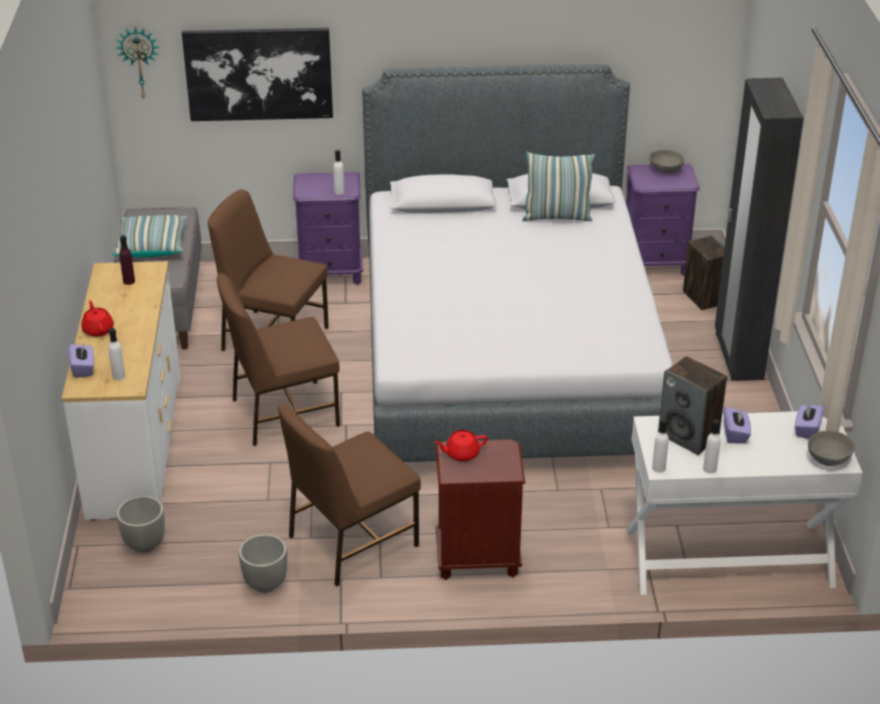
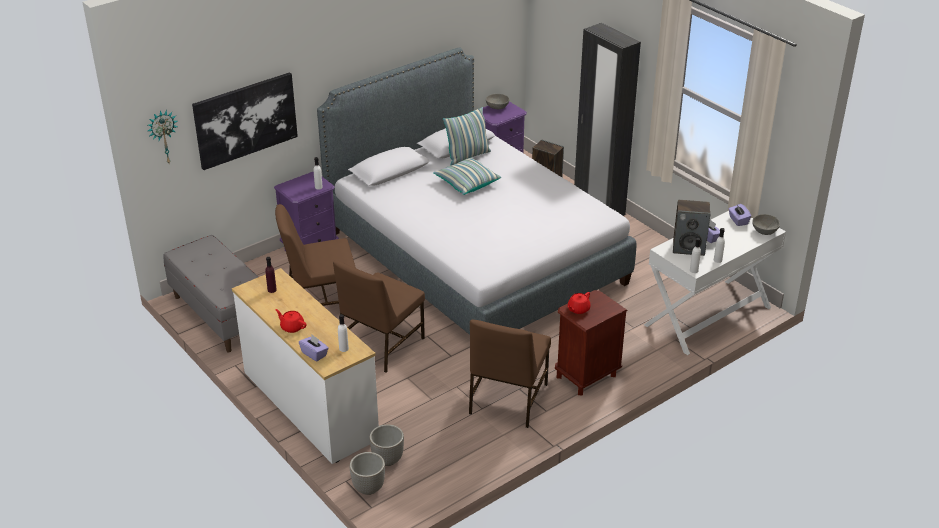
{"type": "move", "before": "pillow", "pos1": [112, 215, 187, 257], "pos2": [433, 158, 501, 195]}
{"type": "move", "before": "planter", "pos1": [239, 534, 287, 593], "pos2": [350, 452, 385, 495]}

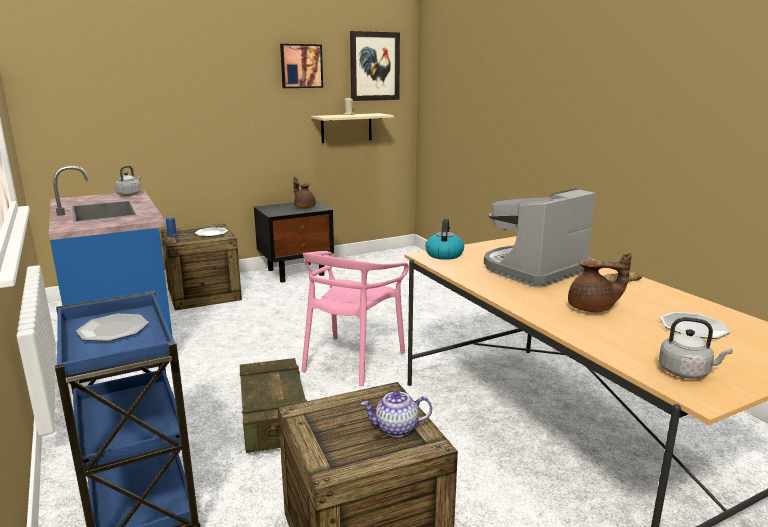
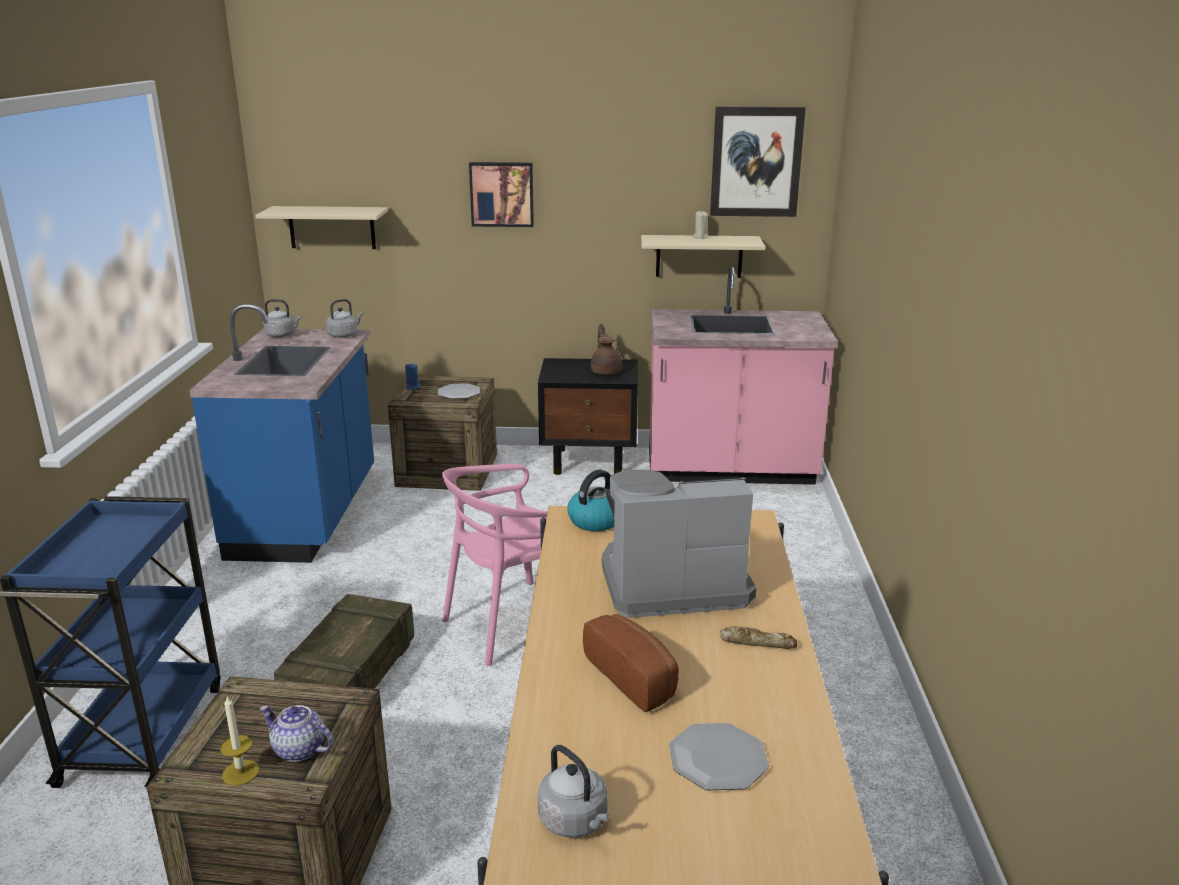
{"type": "delete", "before": "plate", "pos1": [76, 314, 149, 341]}
{"type": "move", "before": "picture", "pos1": [280, 44, 323, 88], "pos2": [469, 162, 534, 227]}
{"type": "replace", "before": "brown teapot", "after": "bread", "pos1": [568, 253, 632, 312], "pos2": [583, 614, 679, 712]}
{"type": "insert", "after": "candle", "pos2": [220, 696, 259, 786]}
{"type": "insert", "after": "beige shelf", "pos2": [255, 206, 388, 249]}
{"type": "insert", "after": "grey kettle", "pos2": [263, 299, 301, 337]}
{"type": "insert", "after": "pink counter", "pos2": [649, 267, 838, 485]}

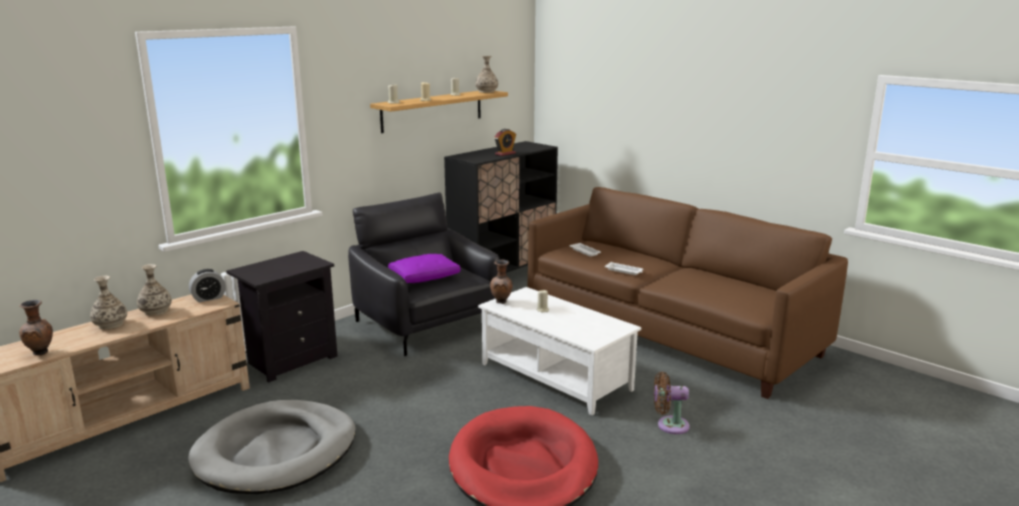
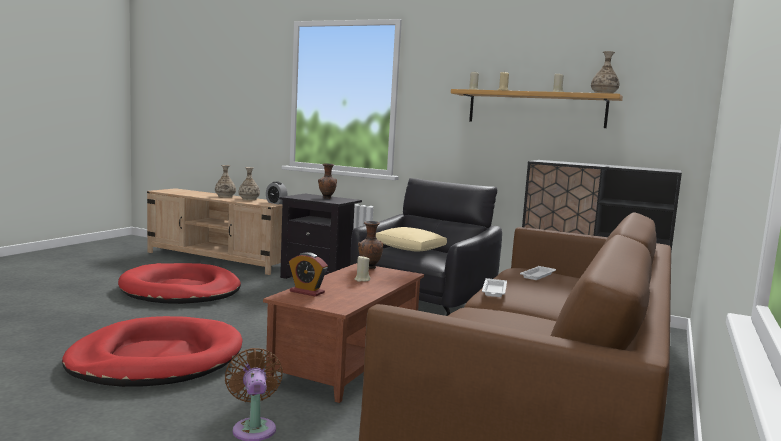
{"type": "move", "before": "brown vase", "pos1": [19, 300, 53, 355], "pos2": [318, 164, 337, 199]}
{"type": "recolor", "before": "grey dog bed", "after": "red dog bed", "pos1": [188, 400, 356, 494], "pos2": [118, 263, 241, 304]}
{"type": "recolor", "before": "purple pillow", "after": "beige pillow", "pos1": [388, 254, 461, 283], "pos2": [376, 227, 447, 252]}
{"type": "recolor", "before": "white coffee table", "after": "brown coffee table", "pos1": [478, 287, 641, 415], "pos2": [263, 263, 424, 403]}
{"type": "move", "before": "alarm clock", "pos1": [494, 129, 516, 156], "pos2": [289, 252, 328, 297]}

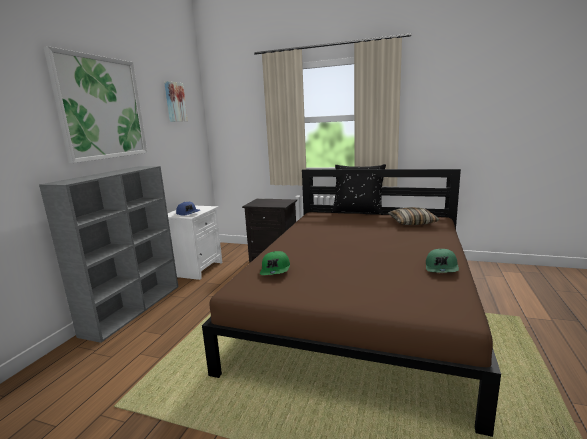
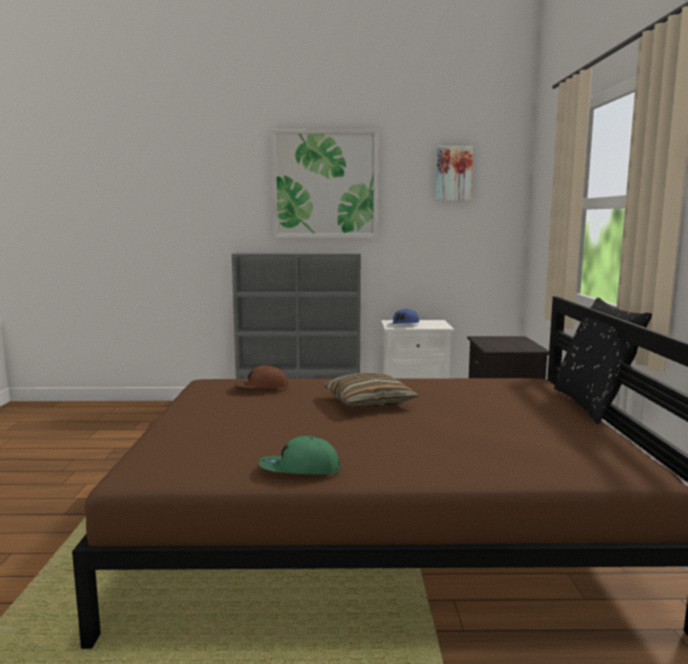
{"type": "recolor", "before": "green cap", "after": "brown cap", "pos1": [260, 251, 290, 275], "pos2": [233, 365, 288, 388]}
{"type": "move", "before": "pillow", "pos1": [388, 207, 440, 225], "pos2": [323, 372, 419, 408]}

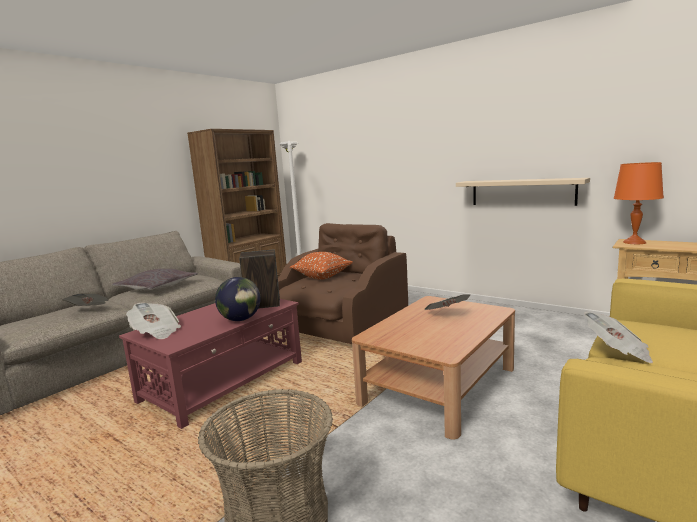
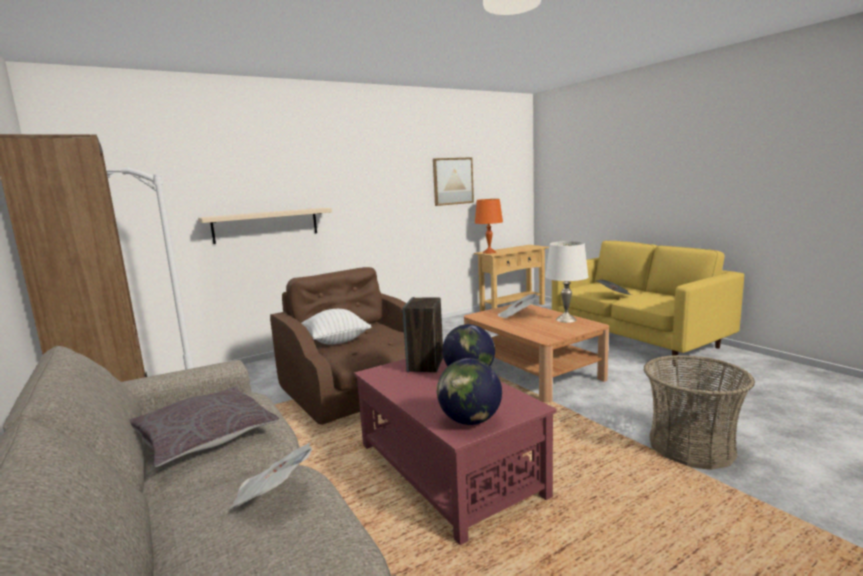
{"type": "replace", "before": "newspaper", "after": "globe", "pos1": [126, 302, 181, 339], "pos2": [437, 358, 502, 425]}
{"type": "recolor", "before": "orange pillow", "after": "white pillow", "pos1": [290, 252, 353, 280], "pos2": [301, 309, 371, 345]}
{"type": "move", "before": "beige shelf", "pos1": [456, 178, 590, 206], "pos2": [198, 208, 332, 244]}
{"type": "insert", "after": "picture", "pos2": [433, 157, 474, 206]}
{"type": "insert", "after": "white table lamp", "pos2": [545, 241, 588, 323]}

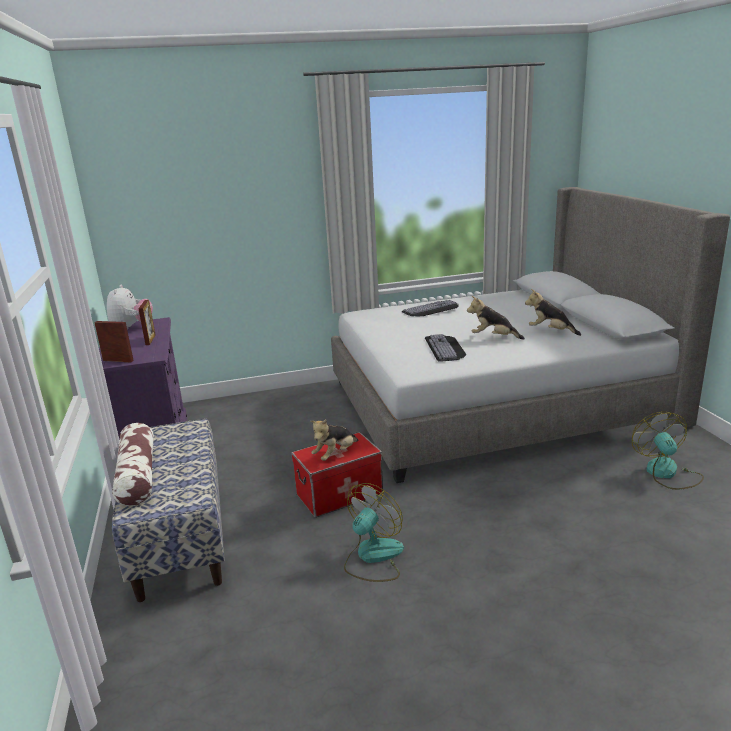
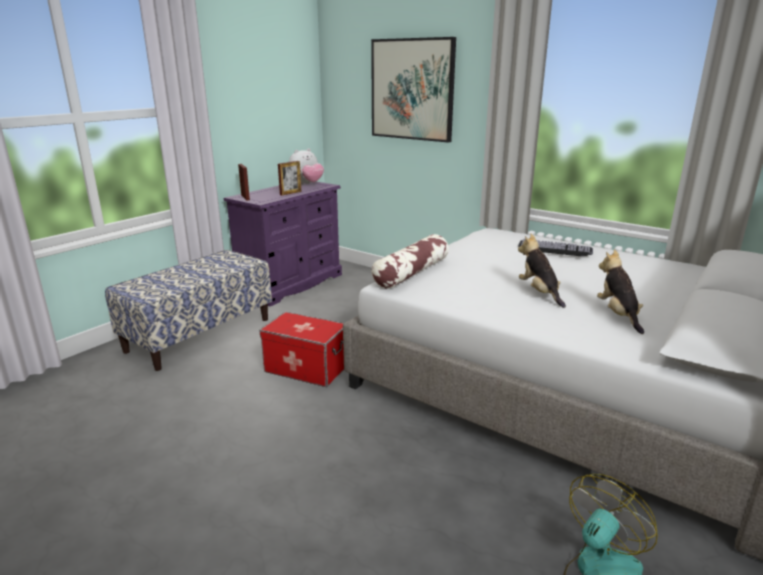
{"type": "move", "before": "pillow", "pos1": [112, 423, 154, 506], "pos2": [372, 234, 449, 289]}
{"type": "delete", "before": "plush toy", "pos1": [310, 419, 358, 461]}
{"type": "delete", "before": "fan", "pos1": [344, 483, 404, 582]}
{"type": "delete", "before": "keyboard", "pos1": [425, 334, 466, 362]}
{"type": "insert", "after": "picture", "pos2": [371, 37, 456, 143]}

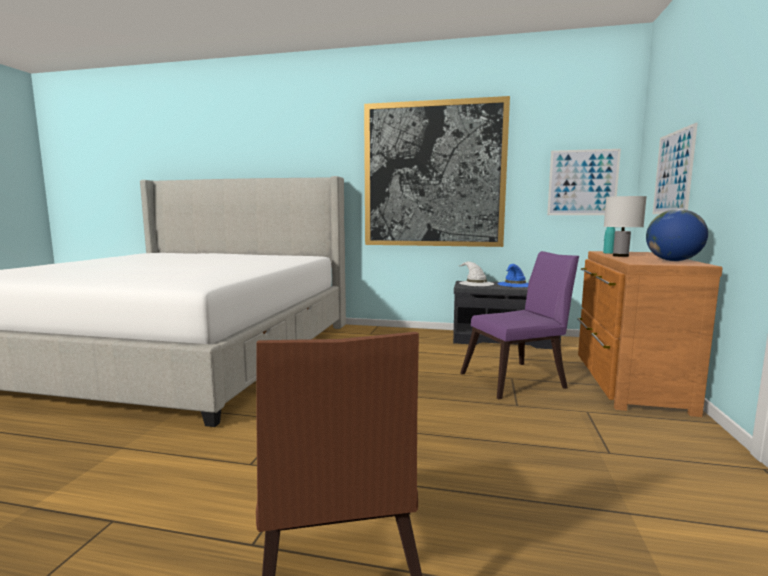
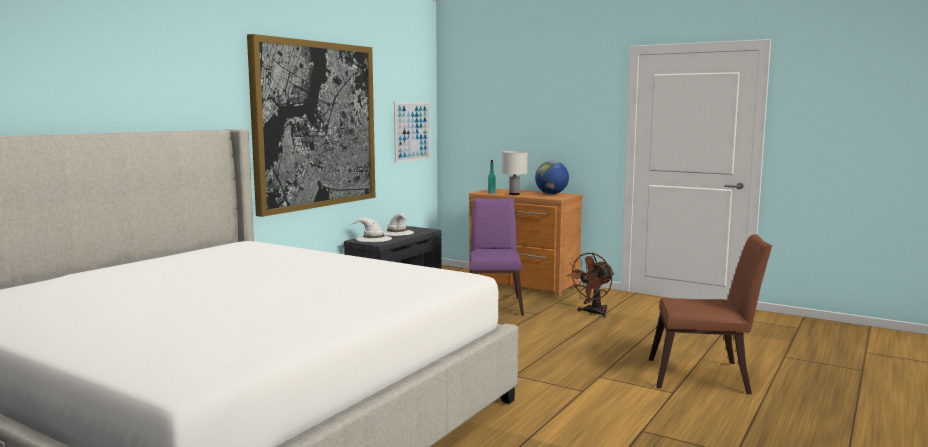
{"type": "recolor", "before": "blue hat", "after": "white hat", "pos1": [497, 264, 529, 287], "pos2": [383, 213, 414, 236]}
{"type": "delete", "before": "picture", "pos1": [653, 123, 698, 214]}
{"type": "insert", "after": "brown fan", "pos2": [566, 253, 614, 318]}

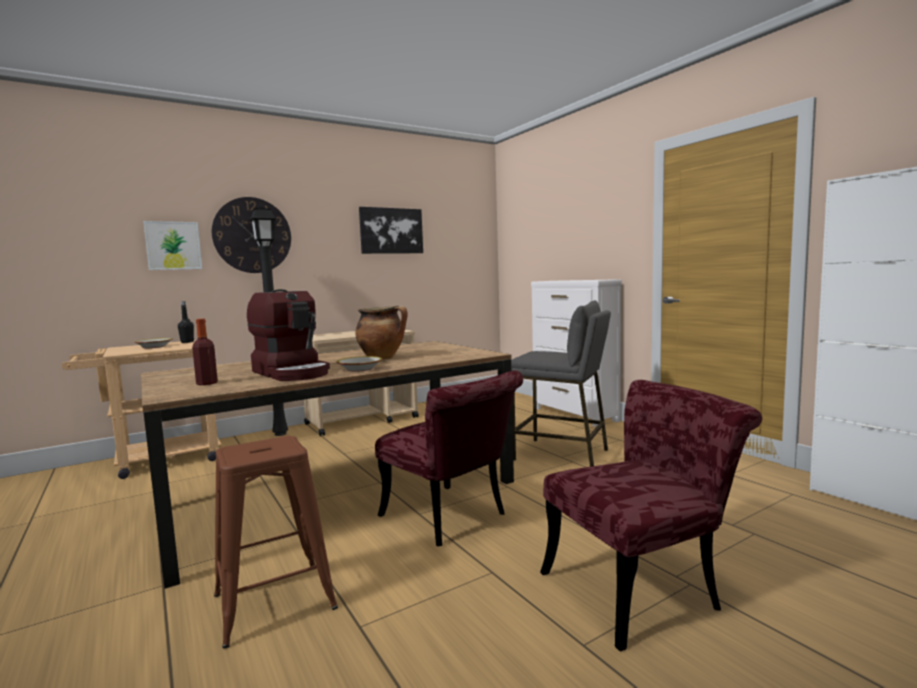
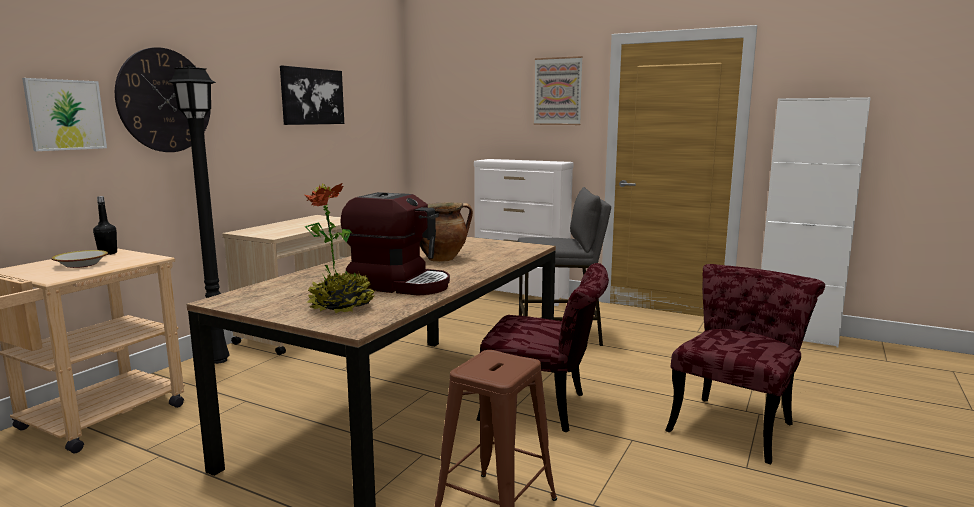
{"type": "replace", "before": "bottle", "after": "potted plant", "pos1": [192, 319, 218, 385], "pos2": [304, 183, 376, 313]}
{"type": "delete", "before": "bowl", "pos1": [336, 356, 382, 372]}
{"type": "insert", "after": "picture", "pos2": [534, 56, 583, 125]}

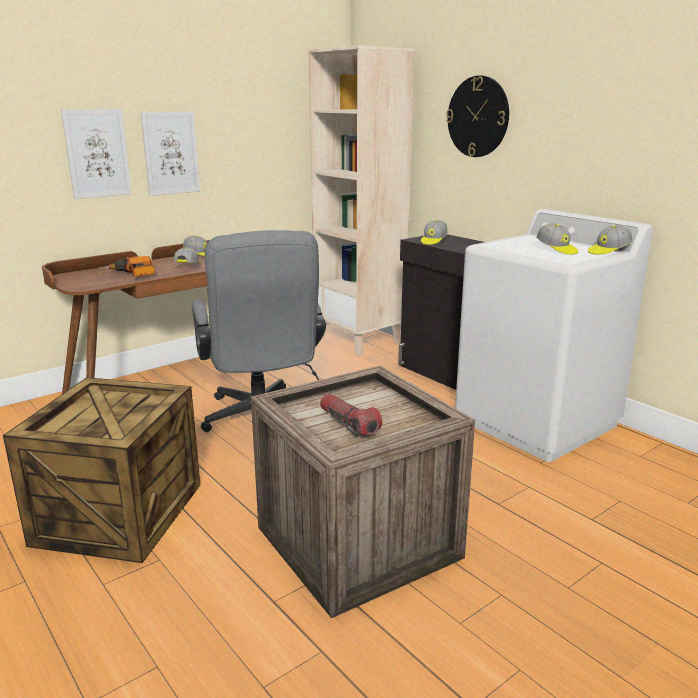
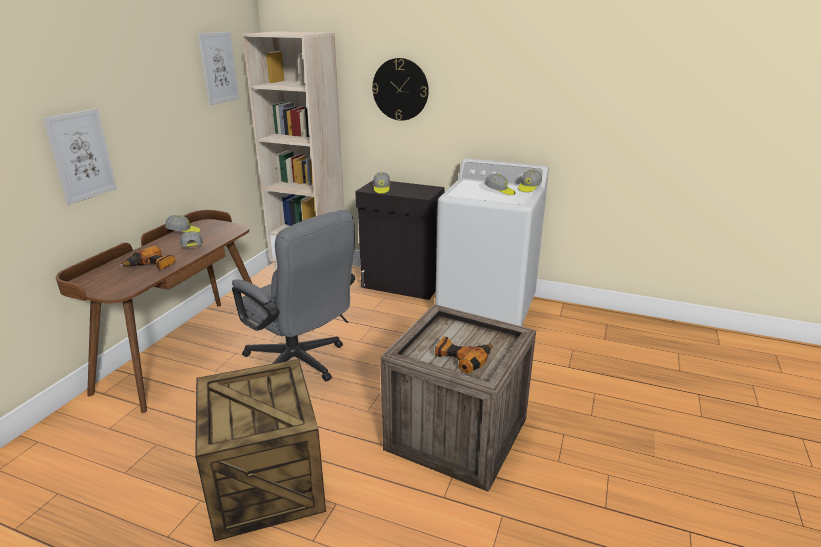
{"type": "move", "before": "picture", "pos1": [141, 112, 200, 196], "pos2": [198, 32, 239, 105]}
{"type": "replace", "before": "flashlight", "after": "power drill", "pos1": [320, 394, 382, 437], "pos2": [435, 336, 497, 374]}

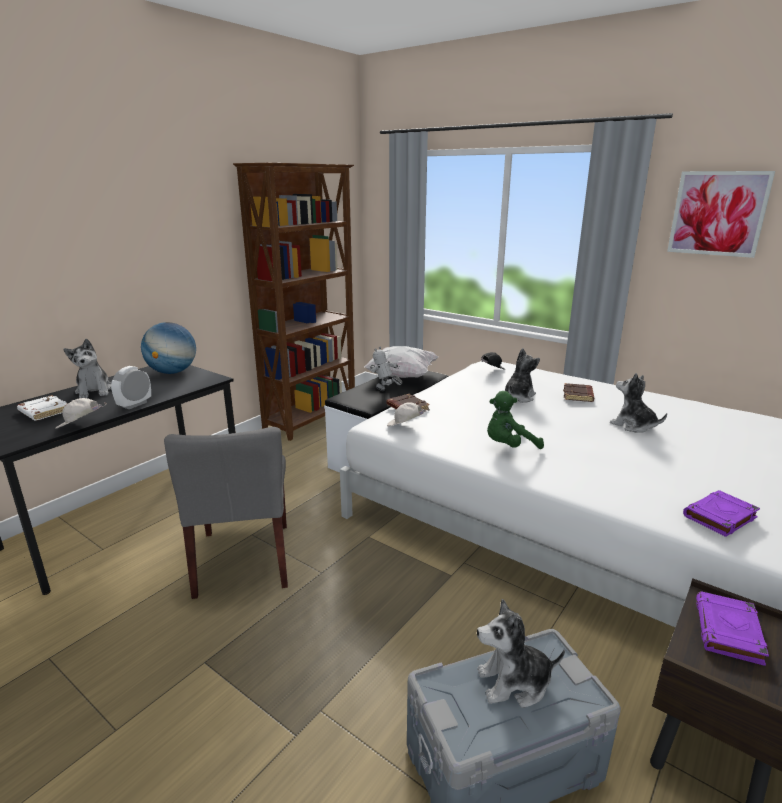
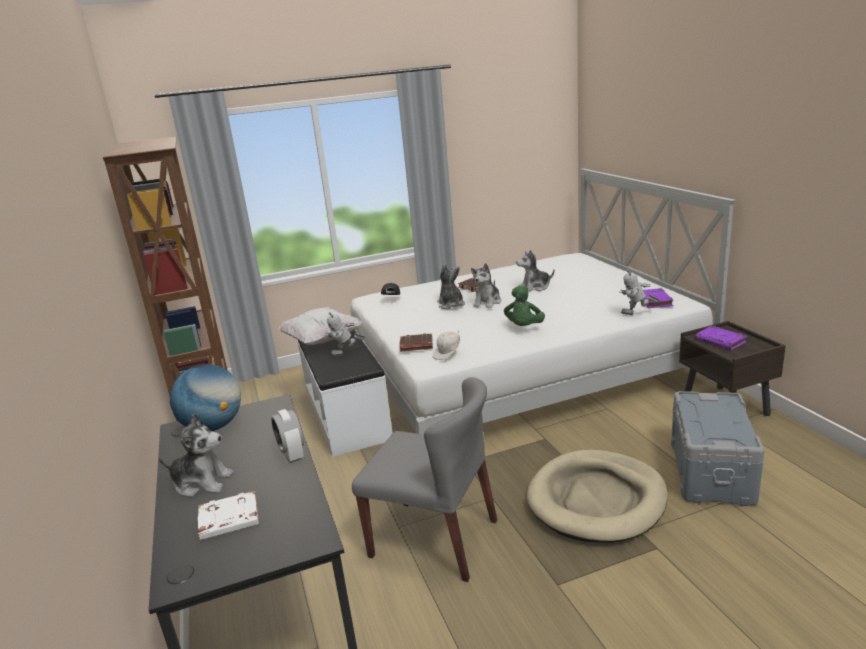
{"type": "delete", "before": "white cap", "pos1": [55, 398, 107, 429]}
{"type": "move", "before": "plush toy", "pos1": [477, 599, 565, 708], "pos2": [471, 263, 501, 308]}
{"type": "delete", "before": "picture", "pos1": [667, 171, 775, 258]}
{"type": "insert", "after": "beige dog bed", "pos2": [527, 450, 668, 543]}
{"type": "insert", "after": "toy robot", "pos2": [619, 270, 659, 315]}

